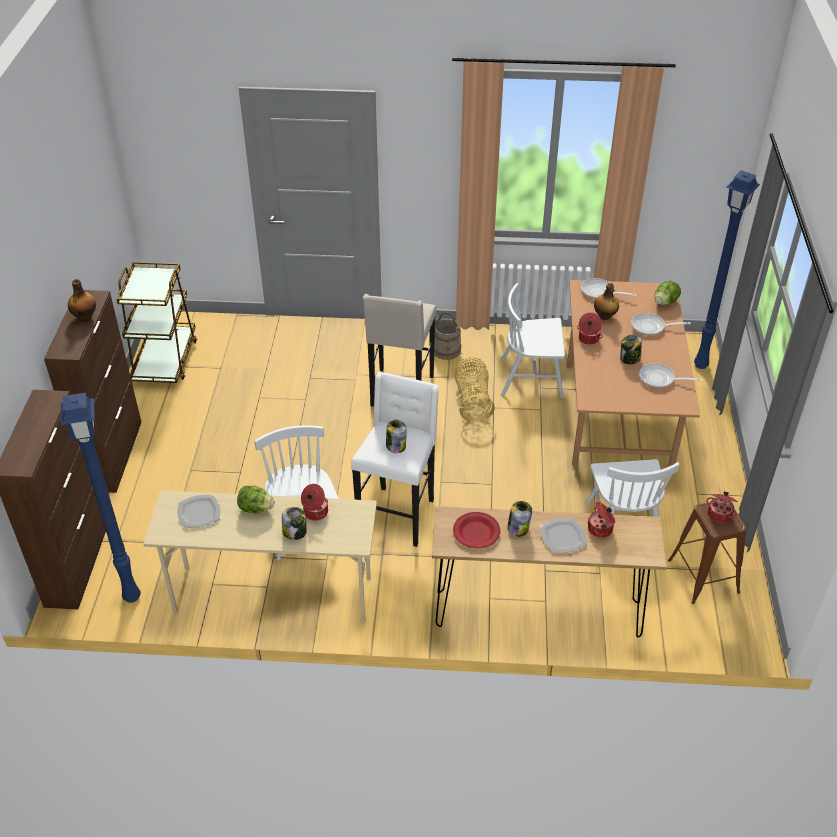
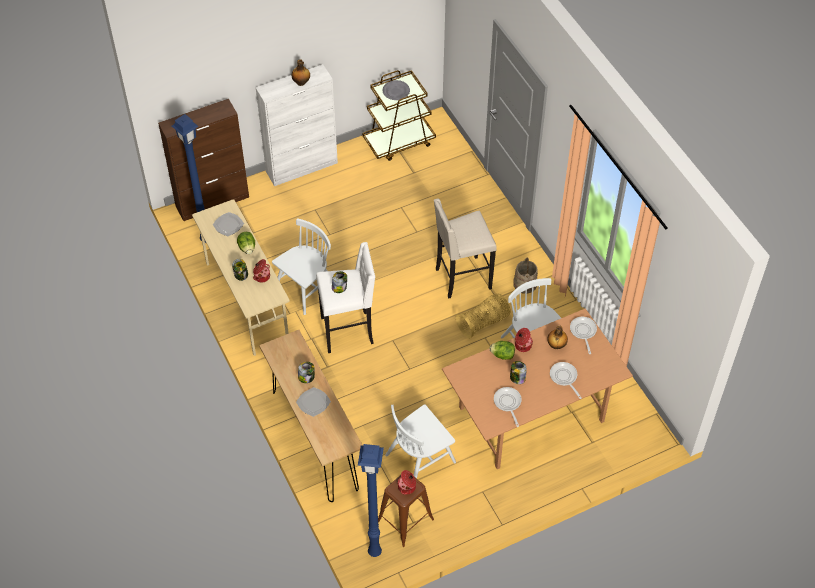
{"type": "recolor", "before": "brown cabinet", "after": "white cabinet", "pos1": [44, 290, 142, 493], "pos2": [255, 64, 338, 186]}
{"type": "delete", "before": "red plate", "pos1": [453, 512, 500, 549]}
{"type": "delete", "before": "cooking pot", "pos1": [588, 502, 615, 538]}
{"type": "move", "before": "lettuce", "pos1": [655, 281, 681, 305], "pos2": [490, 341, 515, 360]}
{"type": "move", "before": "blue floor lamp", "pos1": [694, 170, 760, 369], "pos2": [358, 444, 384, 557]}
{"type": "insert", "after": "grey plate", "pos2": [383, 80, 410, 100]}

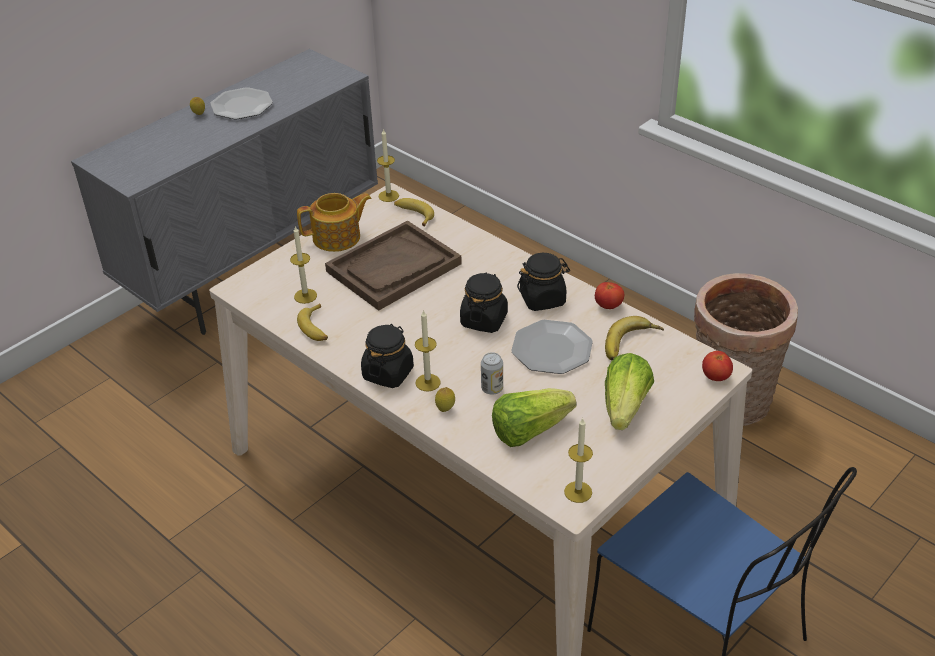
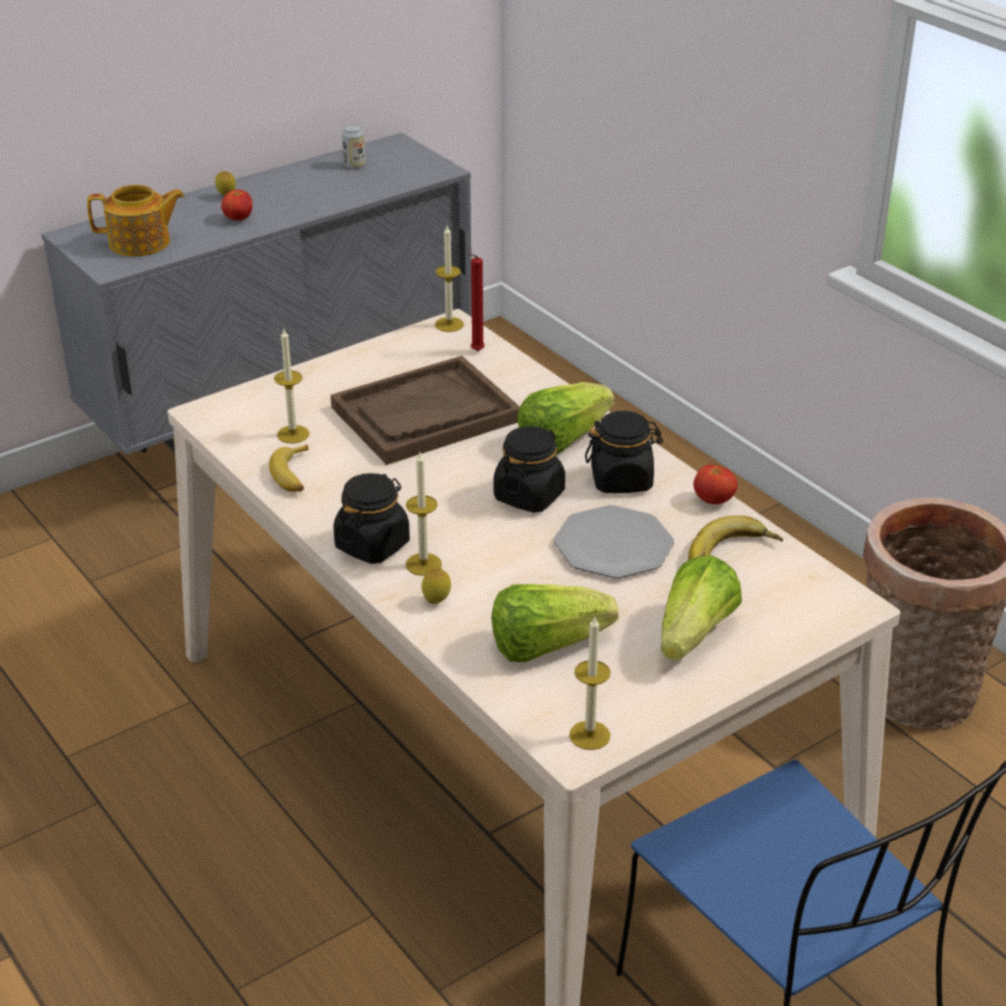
{"type": "delete", "before": "plate", "pos1": [210, 87, 273, 119]}
{"type": "move", "before": "teapot", "pos1": [297, 193, 371, 252], "pos2": [87, 185, 185, 257]}
{"type": "replace", "before": "banana", "after": "red candle", "pos1": [394, 198, 434, 226], "pos2": [469, 253, 485, 351]}
{"type": "move", "before": "can", "pos1": [481, 352, 503, 395], "pos2": [342, 124, 365, 169]}
{"type": "move", "before": "tomato", "pos1": [702, 351, 733, 381], "pos2": [221, 189, 252, 220]}
{"type": "insert", "after": "lettuce", "pos2": [518, 382, 614, 454]}

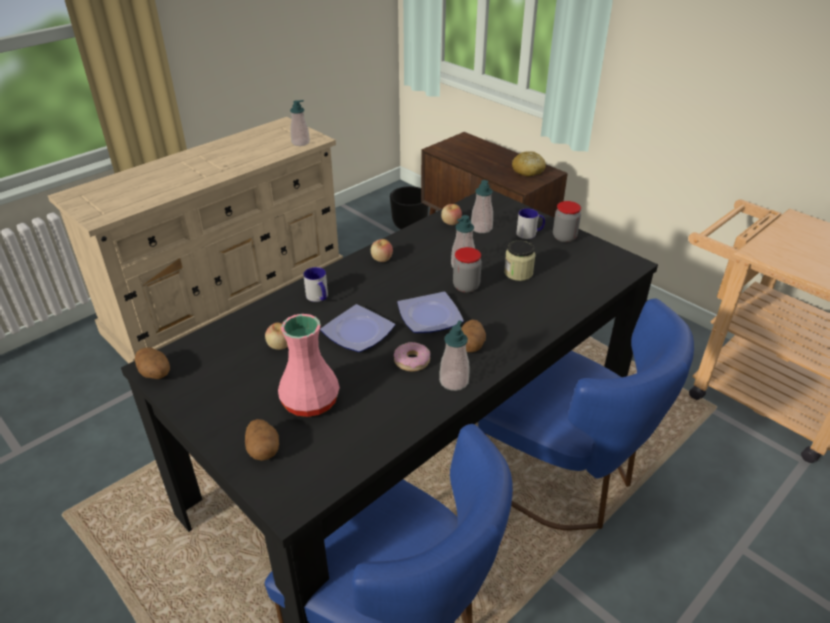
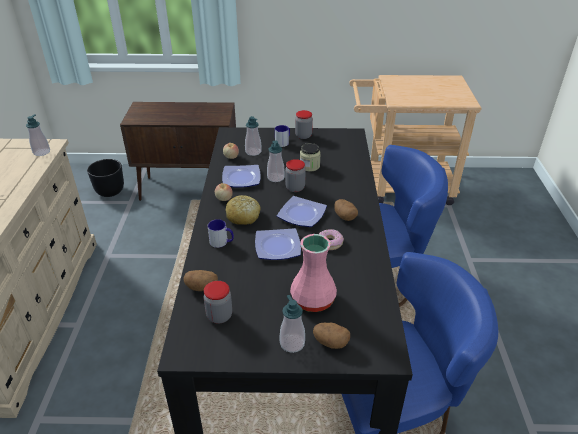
{"type": "move", "before": "potato", "pos1": [135, 347, 170, 379], "pos2": [183, 270, 218, 291]}
{"type": "delete", "before": "apple", "pos1": [265, 323, 288, 350]}
{"type": "move", "before": "soap dispenser", "pos1": [439, 321, 470, 391], "pos2": [280, 295, 305, 353]}
{"type": "move", "before": "bread", "pos1": [512, 151, 546, 176], "pos2": [225, 195, 261, 225]}
{"type": "insert", "after": "jar", "pos2": [204, 281, 232, 324]}
{"type": "insert", "after": "plate", "pos2": [222, 165, 261, 188]}

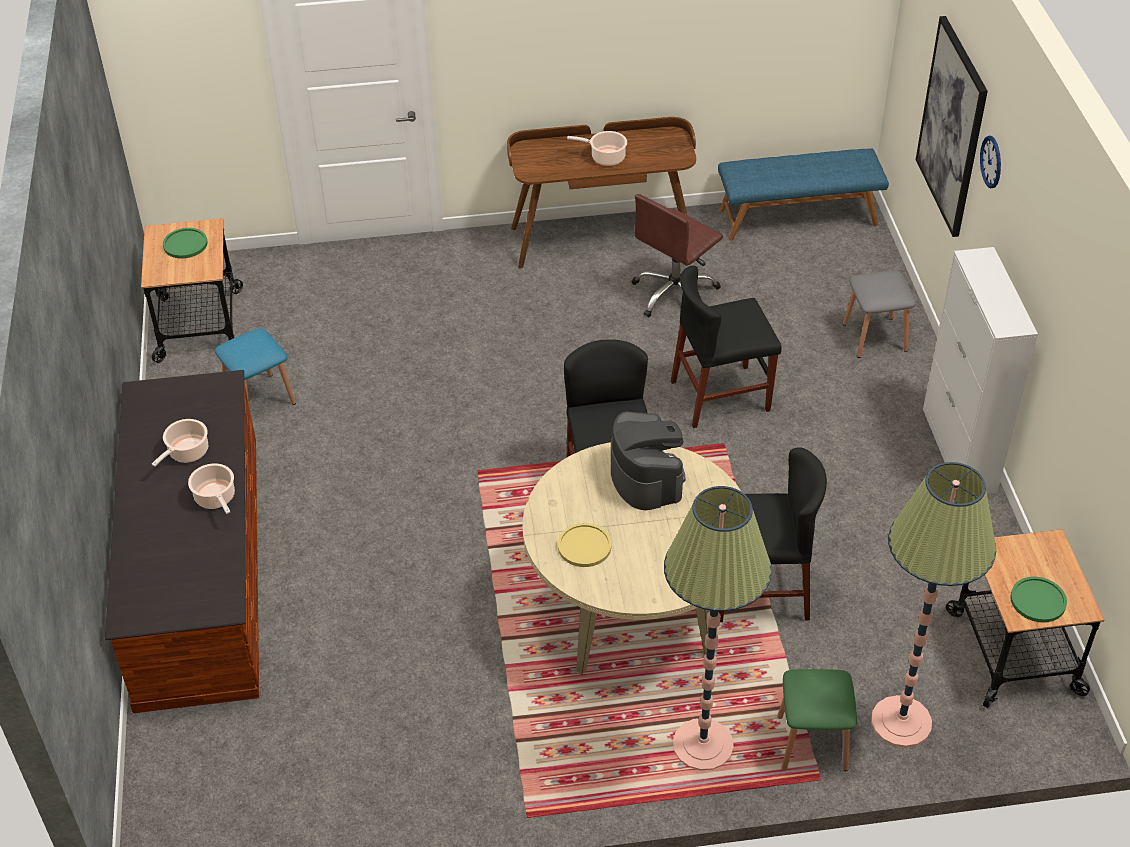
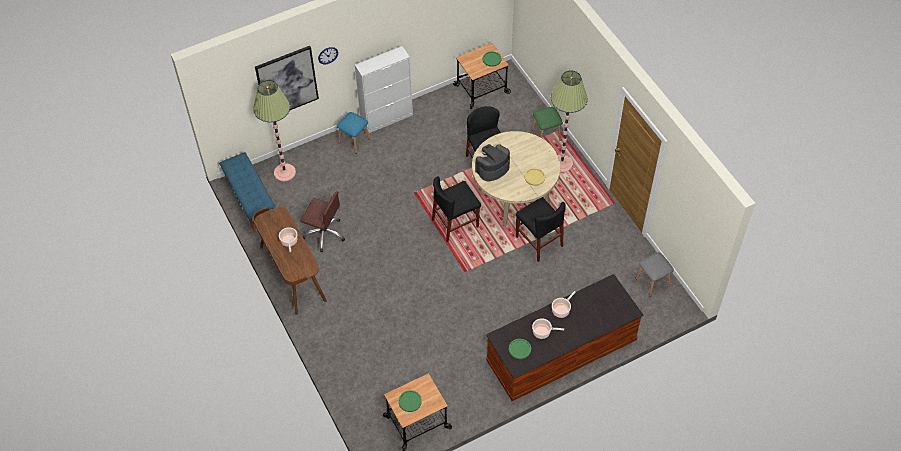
{"type": "move", "before": "blue stool", "pos1": [215, 328, 296, 408], "pos2": [337, 112, 370, 154]}
{"type": "move", "before": "black chair", "pos1": [671, 265, 782, 428], "pos2": [516, 197, 566, 262]}
{"type": "move", "before": "grey stool", "pos1": [843, 271, 916, 358], "pos2": [635, 252, 674, 297]}
{"type": "move", "before": "floor lamp", "pos1": [871, 462, 996, 748], "pos2": [253, 80, 296, 182]}
{"type": "insert", "after": "green plate", "pos2": [509, 339, 531, 359]}

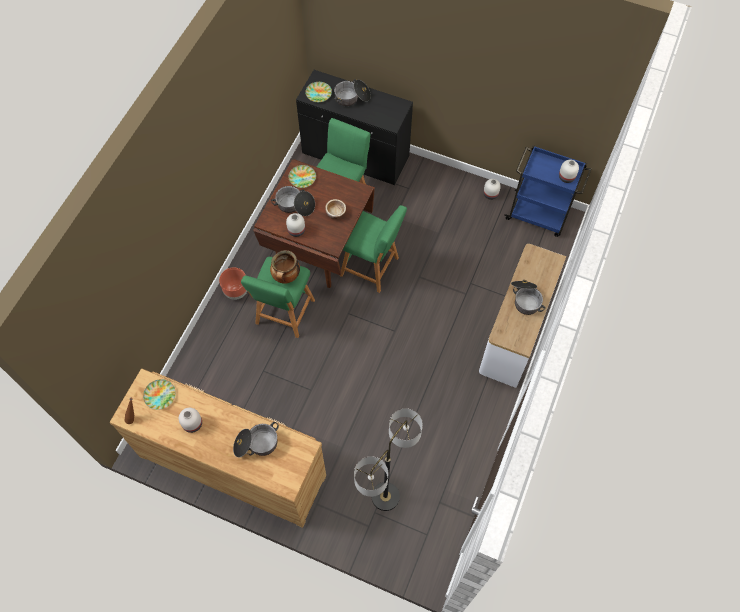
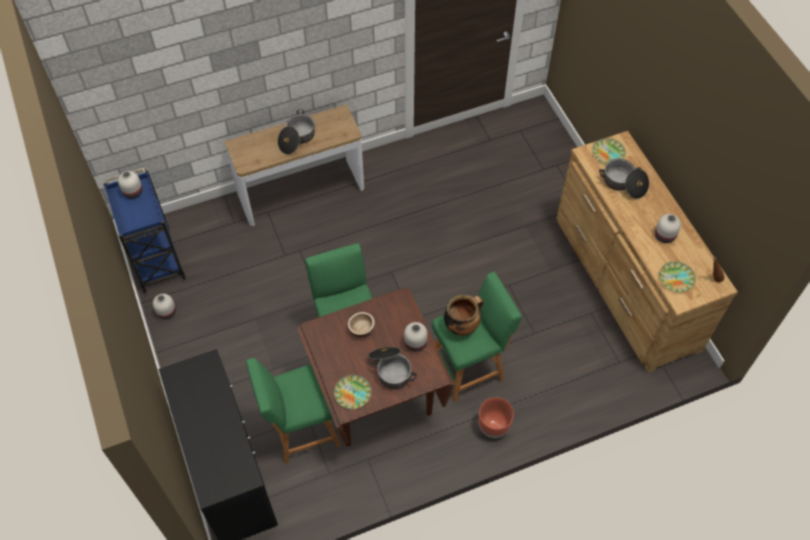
{"type": "move", "before": "plate", "pos1": [305, 82, 332, 102], "pos2": [592, 138, 626, 164]}
{"type": "delete", "before": "cooking pot", "pos1": [334, 79, 371, 106]}
{"type": "delete", "before": "floor lamp", "pos1": [354, 408, 423, 511]}

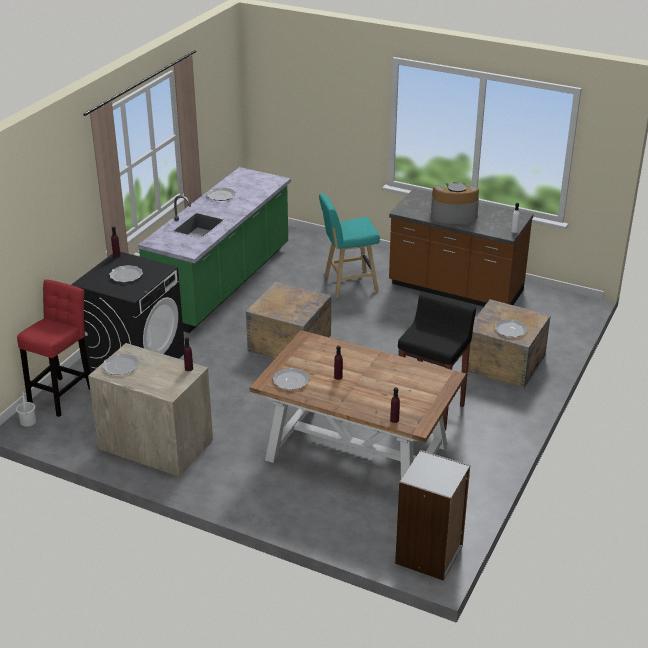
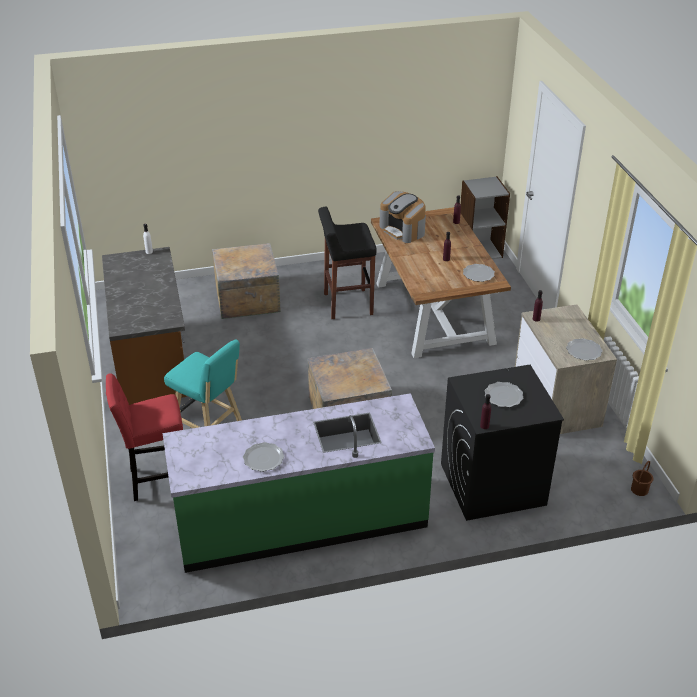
{"type": "recolor", "before": "white bucket", "after": "brown bucket", "pos1": [16, 391, 36, 426], "pos2": [631, 461, 653, 496]}
{"type": "move", "before": "red stool", "pos1": [17, 279, 90, 417], "pos2": [106, 373, 183, 501]}
{"type": "move", "before": "coffee machine", "pos1": [431, 182, 479, 224], "pos2": [379, 191, 426, 243]}
{"type": "delete", "before": "plate", "pos1": [495, 319, 527, 337]}

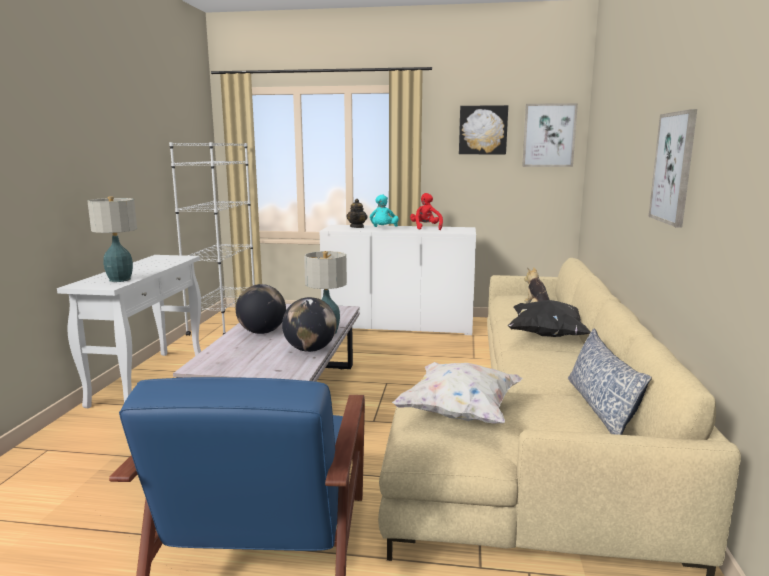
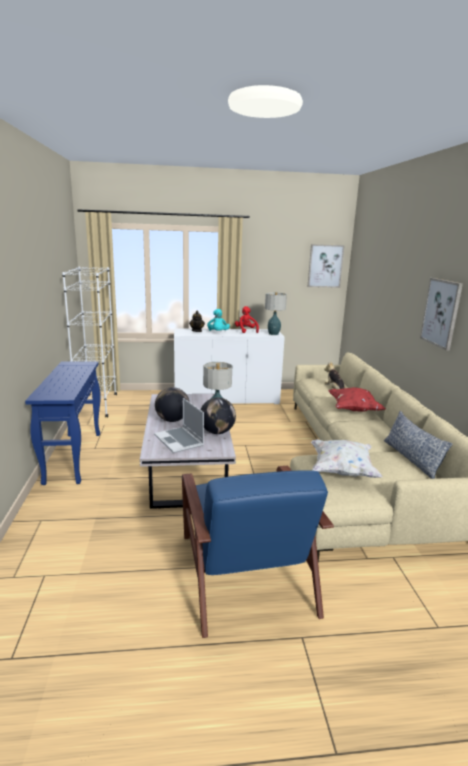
{"type": "recolor", "before": "white console table", "after": "blue console table", "pos1": [57, 255, 201, 408], "pos2": [25, 362, 101, 485]}
{"type": "move", "before": "table lamp", "pos1": [87, 196, 137, 282], "pos2": [265, 292, 287, 335]}
{"type": "delete", "before": "picture", "pos1": [459, 105, 508, 154]}
{"type": "recolor", "before": "black pillow", "after": "red pillow", "pos1": [508, 300, 591, 337], "pos2": [328, 387, 386, 411]}
{"type": "insert", "after": "laptop", "pos2": [154, 398, 204, 453]}

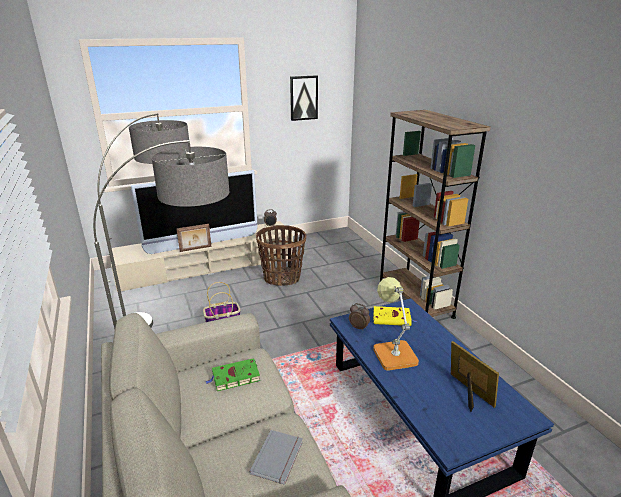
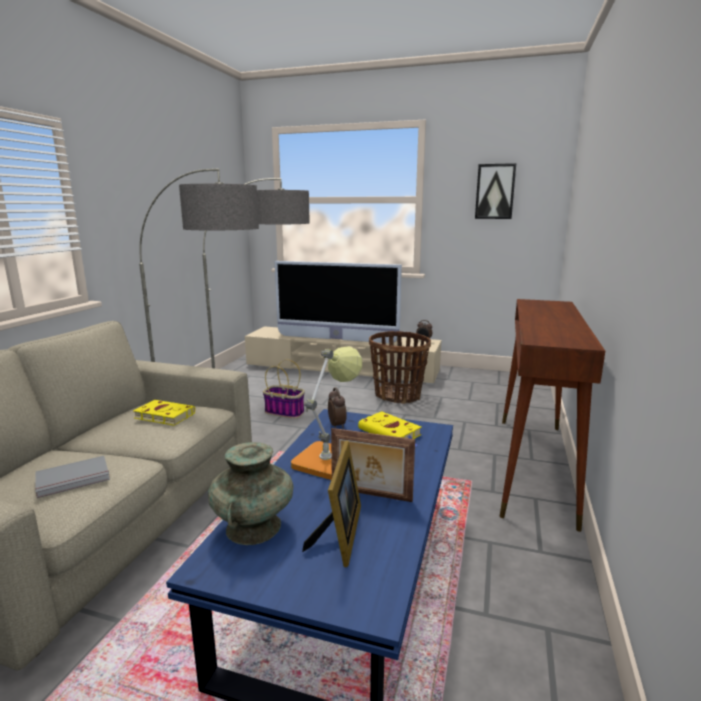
{"type": "move", "before": "picture frame", "pos1": [176, 224, 211, 252], "pos2": [331, 428, 415, 502]}
{"type": "recolor", "before": "green book", "after": "yellow book", "pos1": [205, 358, 260, 391], "pos2": [133, 400, 195, 426]}
{"type": "replace", "before": "brown bookcase", "after": "brown console table", "pos1": [380, 110, 491, 319], "pos2": [500, 299, 605, 532]}
{"type": "insert", "after": "turquoise vase", "pos2": [208, 442, 294, 545]}

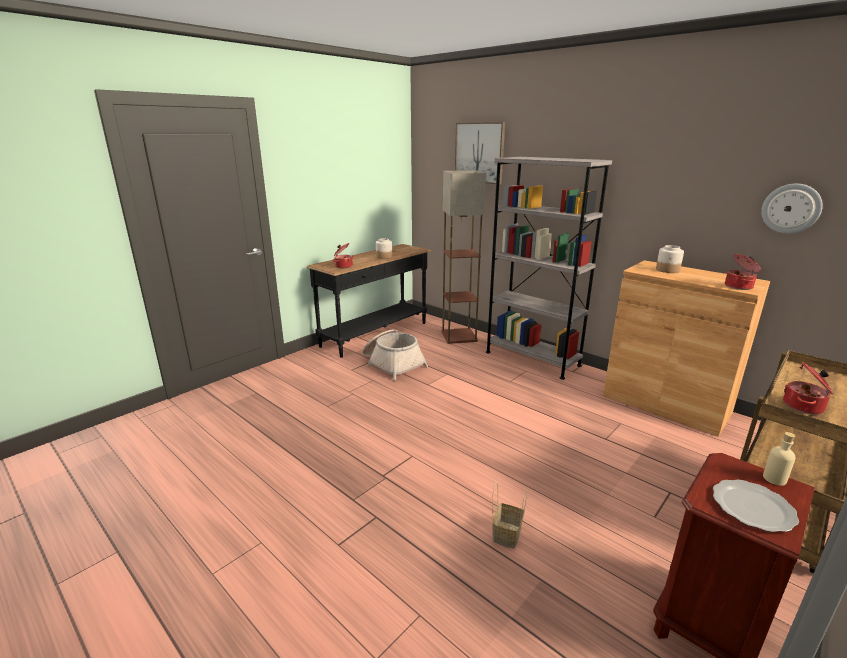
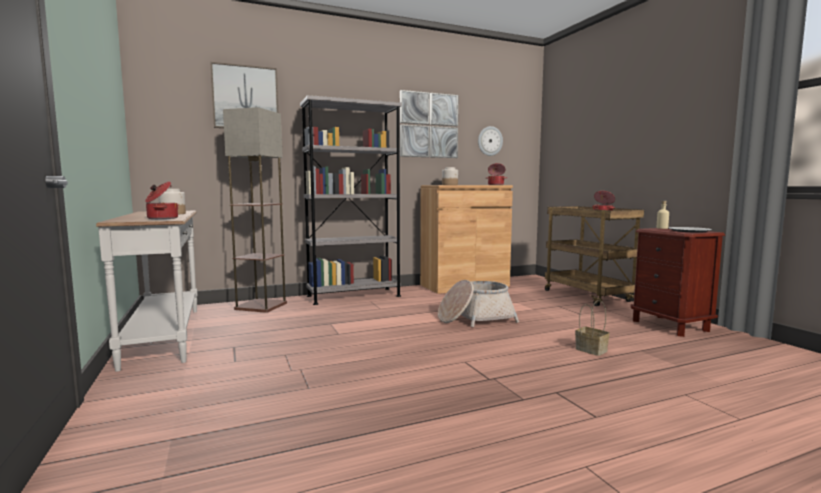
{"type": "recolor", "before": "black console table", "after": "white console table", "pos1": [306, 244, 431, 358], "pos2": [96, 211, 198, 372]}
{"type": "move", "before": "basket", "pos1": [362, 329, 428, 381], "pos2": [438, 280, 519, 327]}
{"type": "insert", "after": "picture", "pos2": [400, 90, 458, 158]}

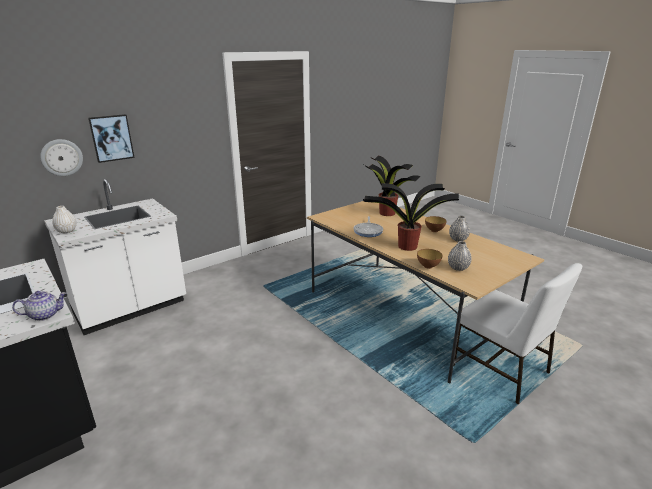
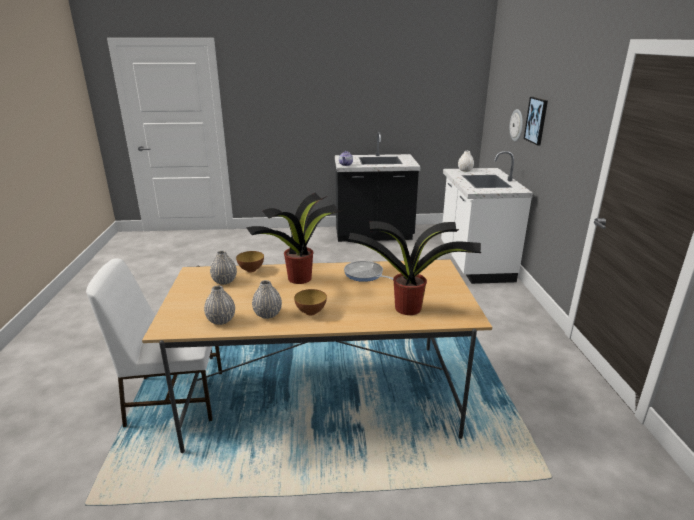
{"type": "insert", "after": "grey vase", "pos2": [204, 285, 235, 325]}

